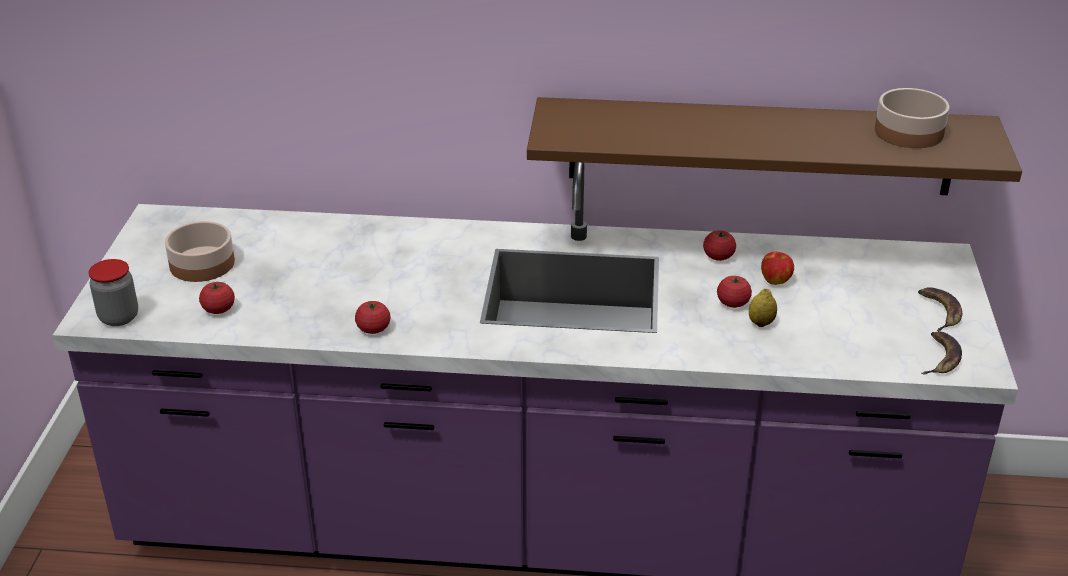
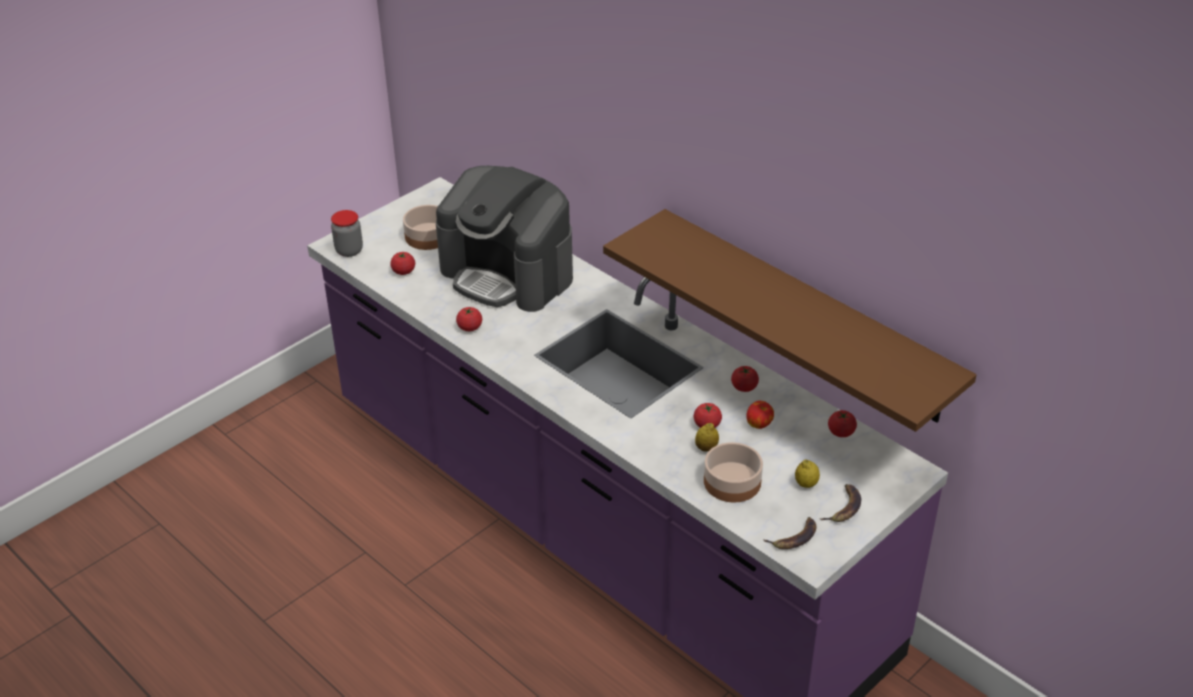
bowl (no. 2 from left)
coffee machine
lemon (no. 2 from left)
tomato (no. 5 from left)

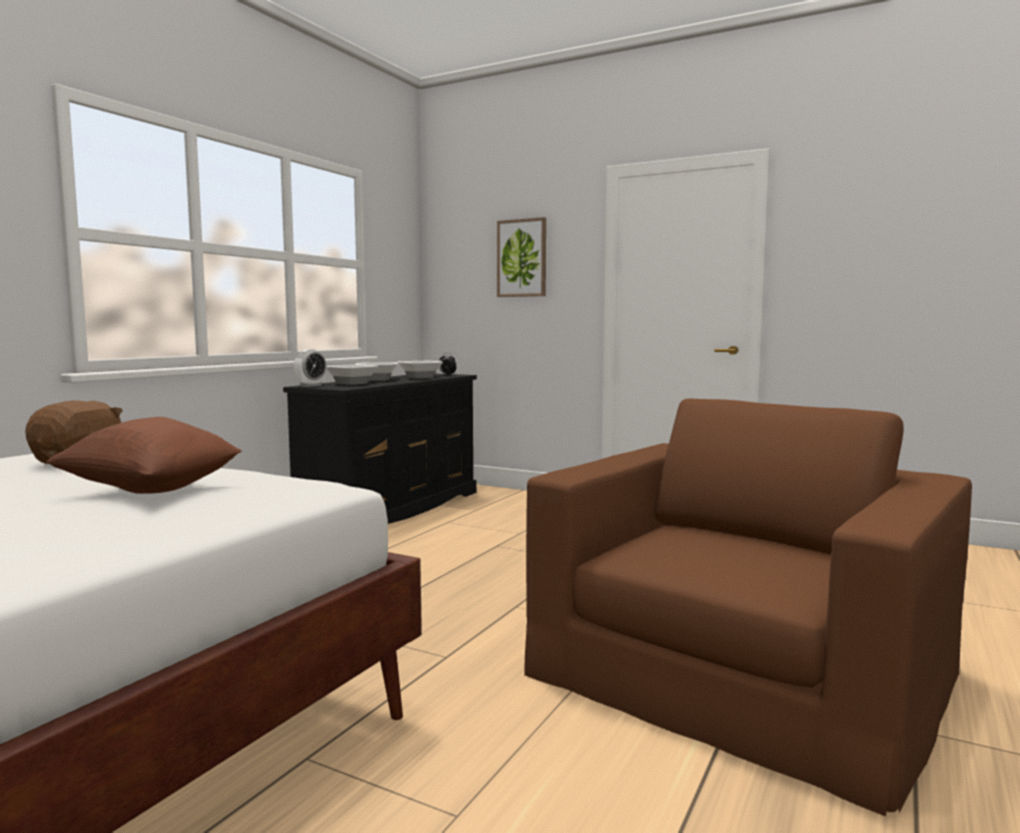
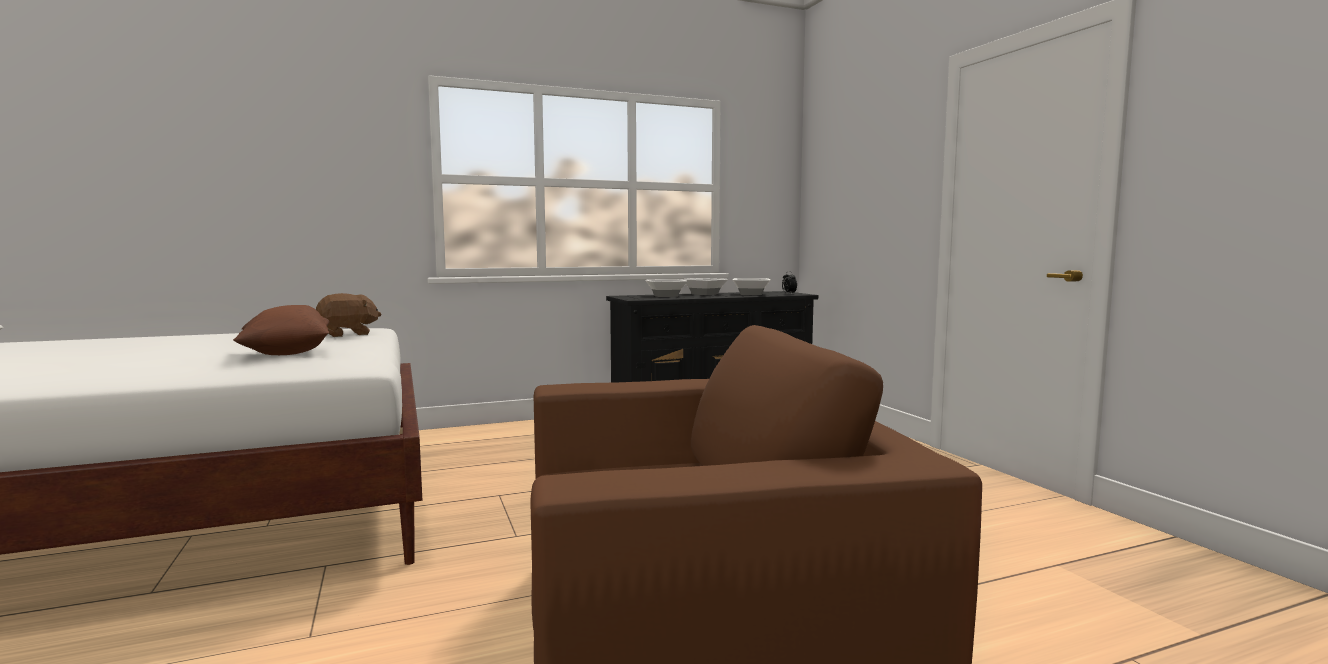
alarm clock (no. 1 from left in the first image)
picture

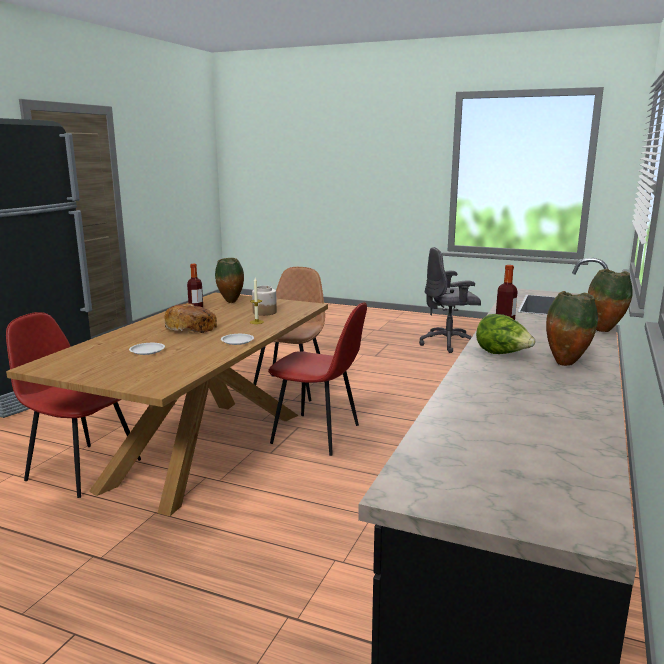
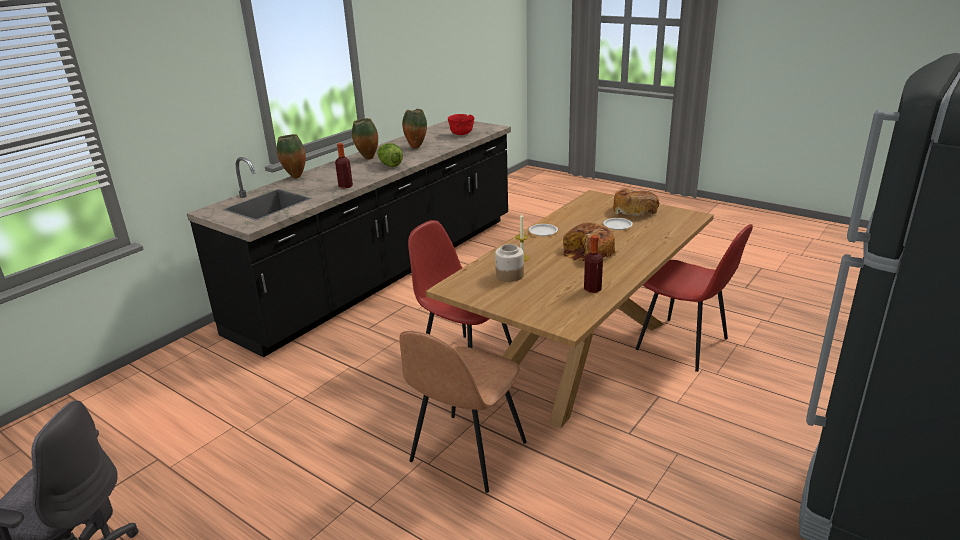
vase (no. 3 from left)
bowl in red
bread (no. 2 from left)

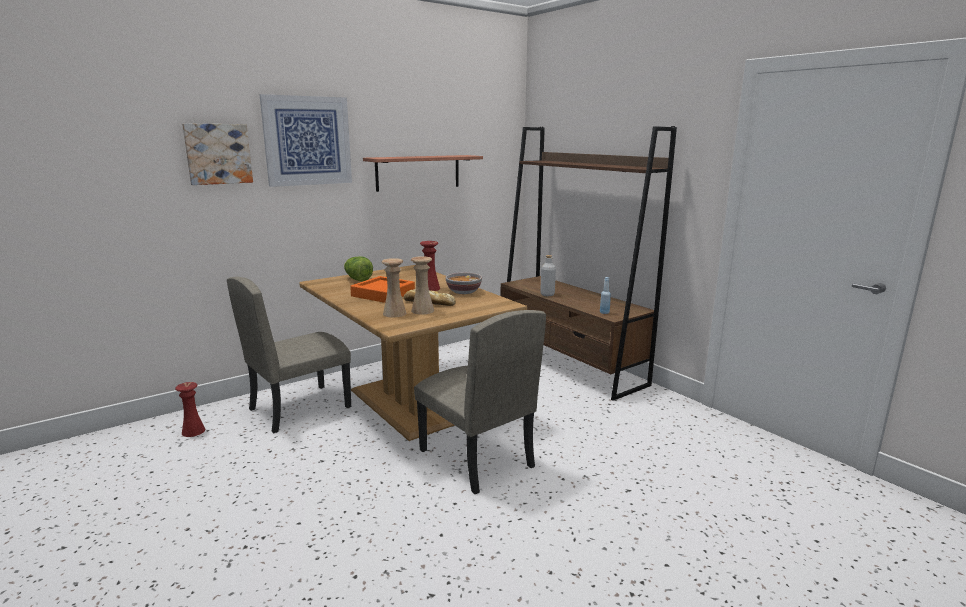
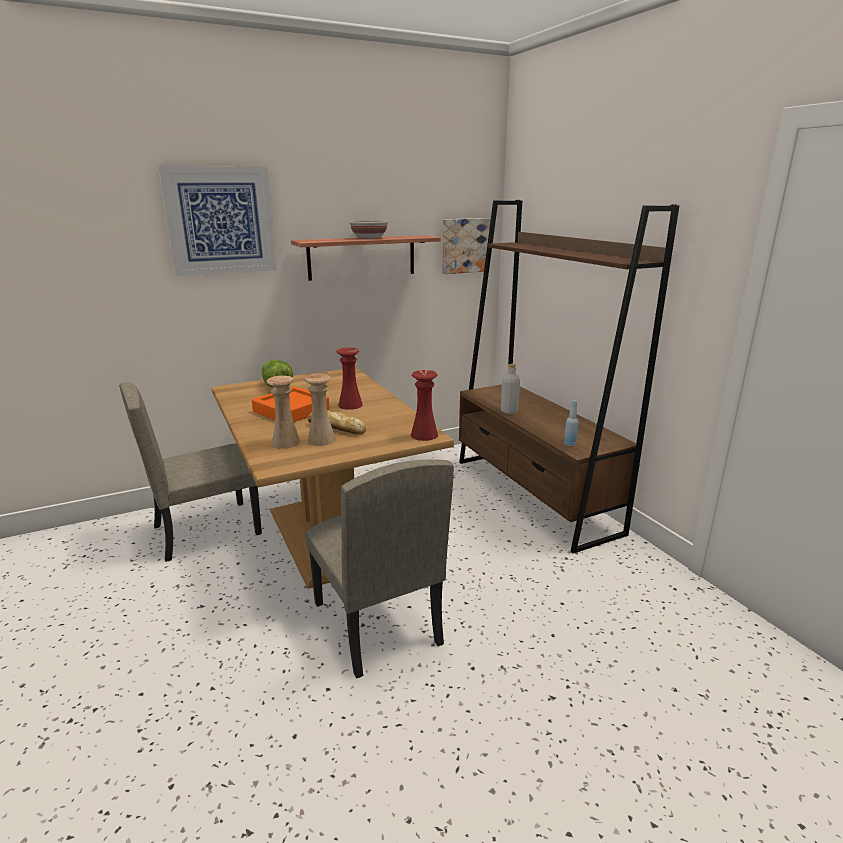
vase in red (no. 2 from left)
picture (no. 2 from left)
bowl

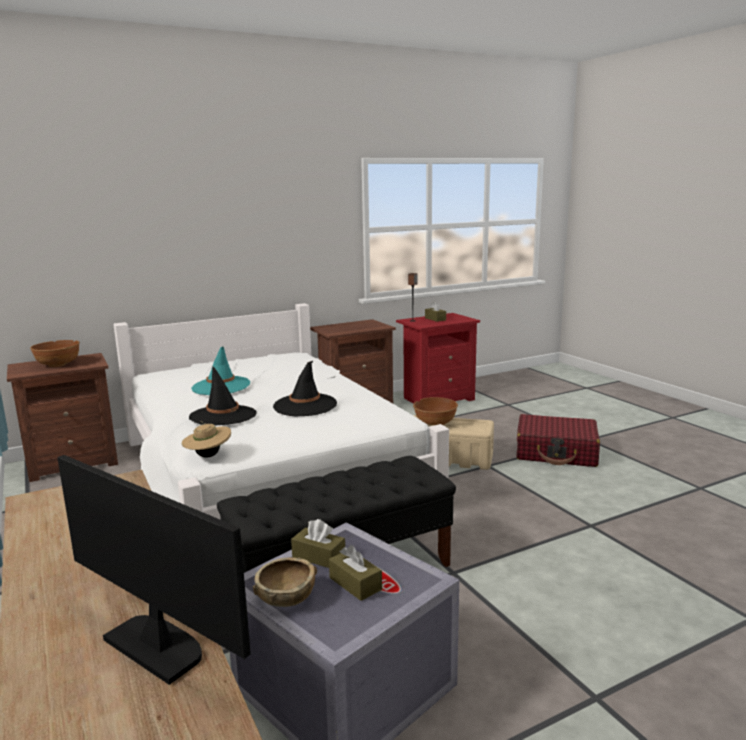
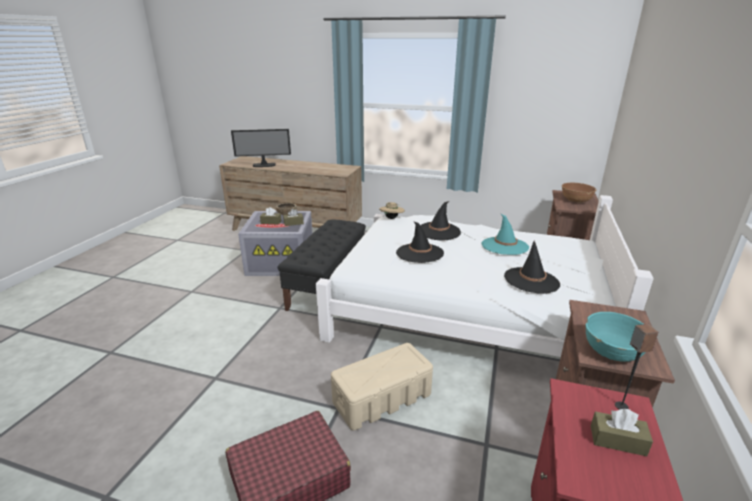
bowl in brown (no. 3 from left in the first image)
hat in black (no. 3 from left)
bowl in turquoise

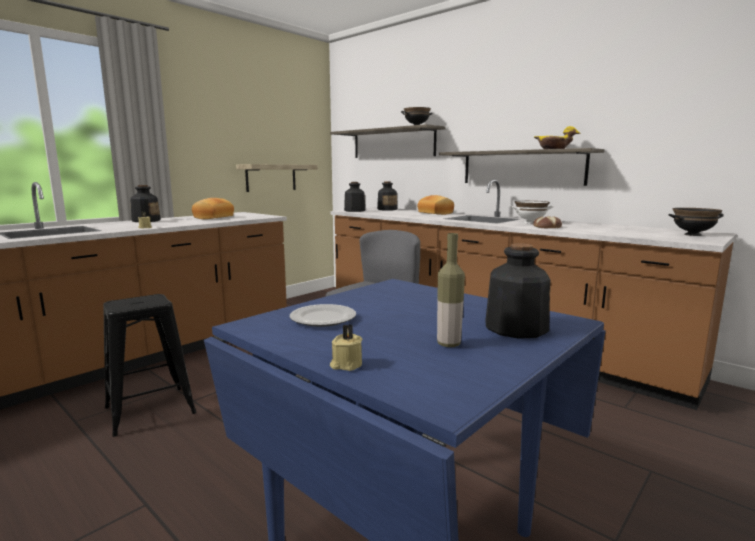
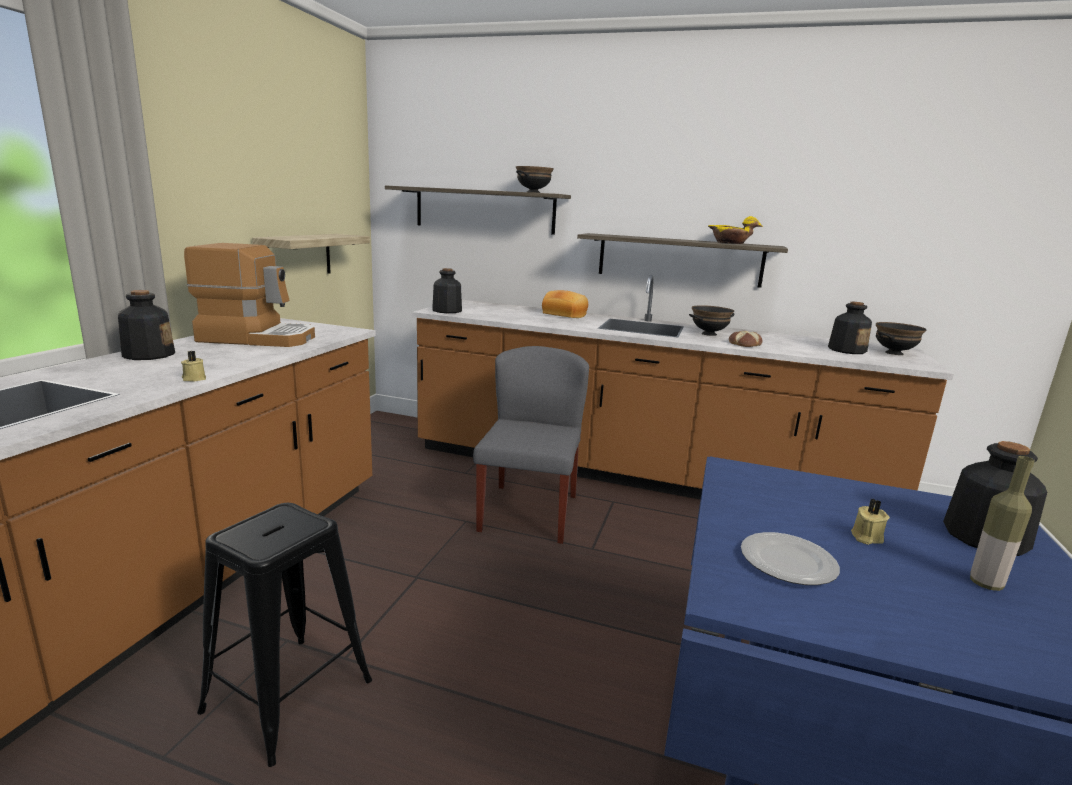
coffee machine
candle in beige (no. 2 from left)
bottle (no. 3 from left)
bowl in black (no. 2 from left)

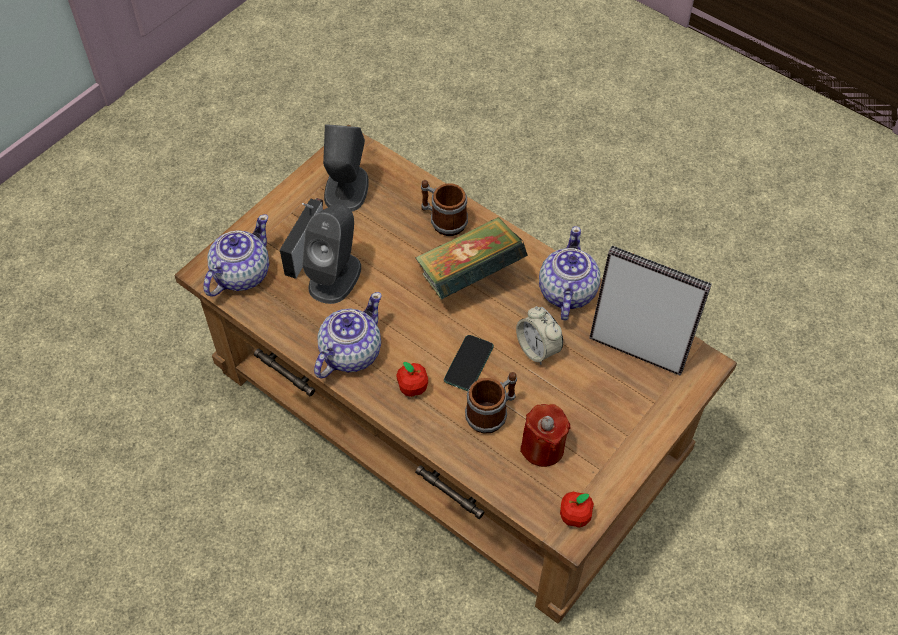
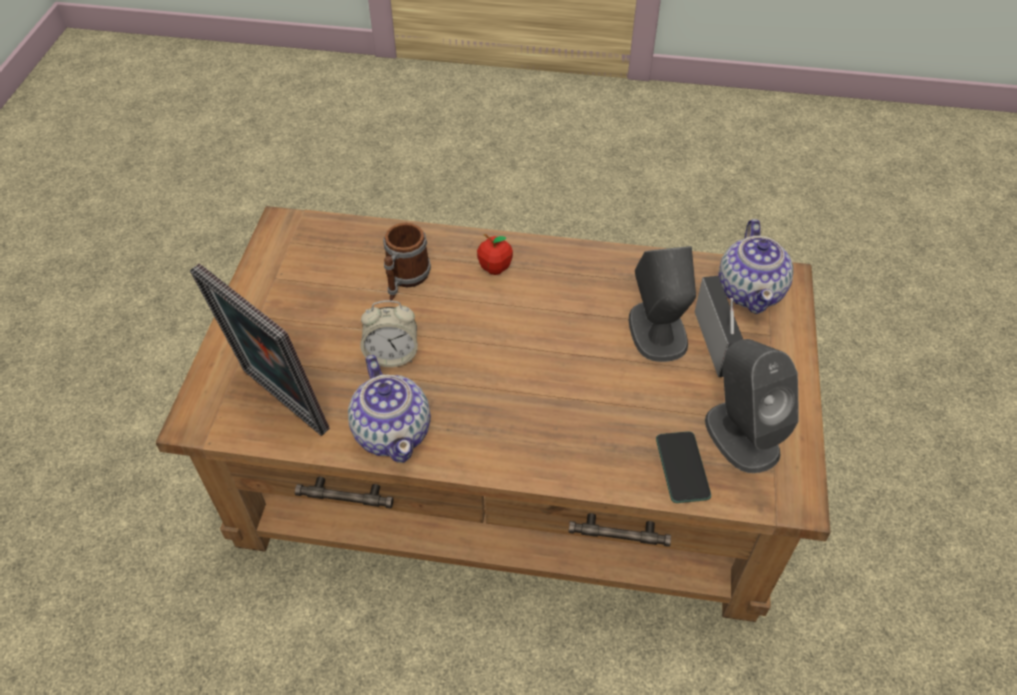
teapot (no. 2 from left in the first image)
book
mug (no. 1 from left in the first image)
phone
alarm clock
candle in red
apple (no. 2 from left in the first image)
picture frame

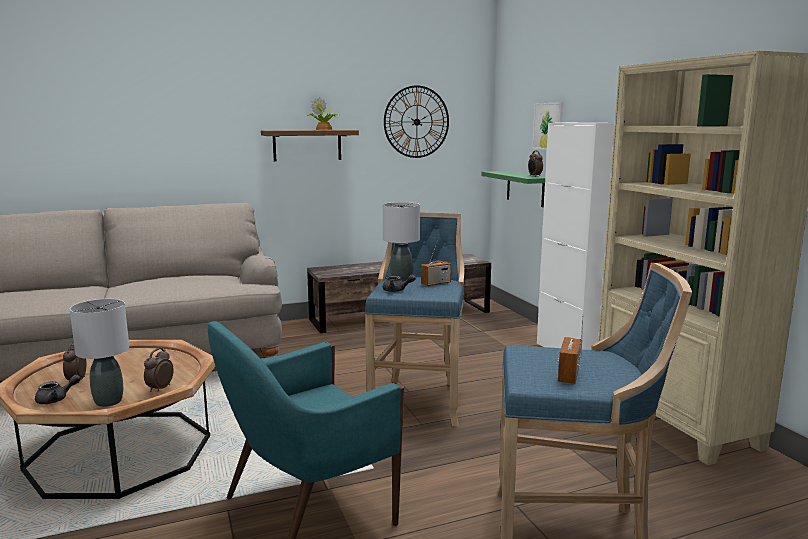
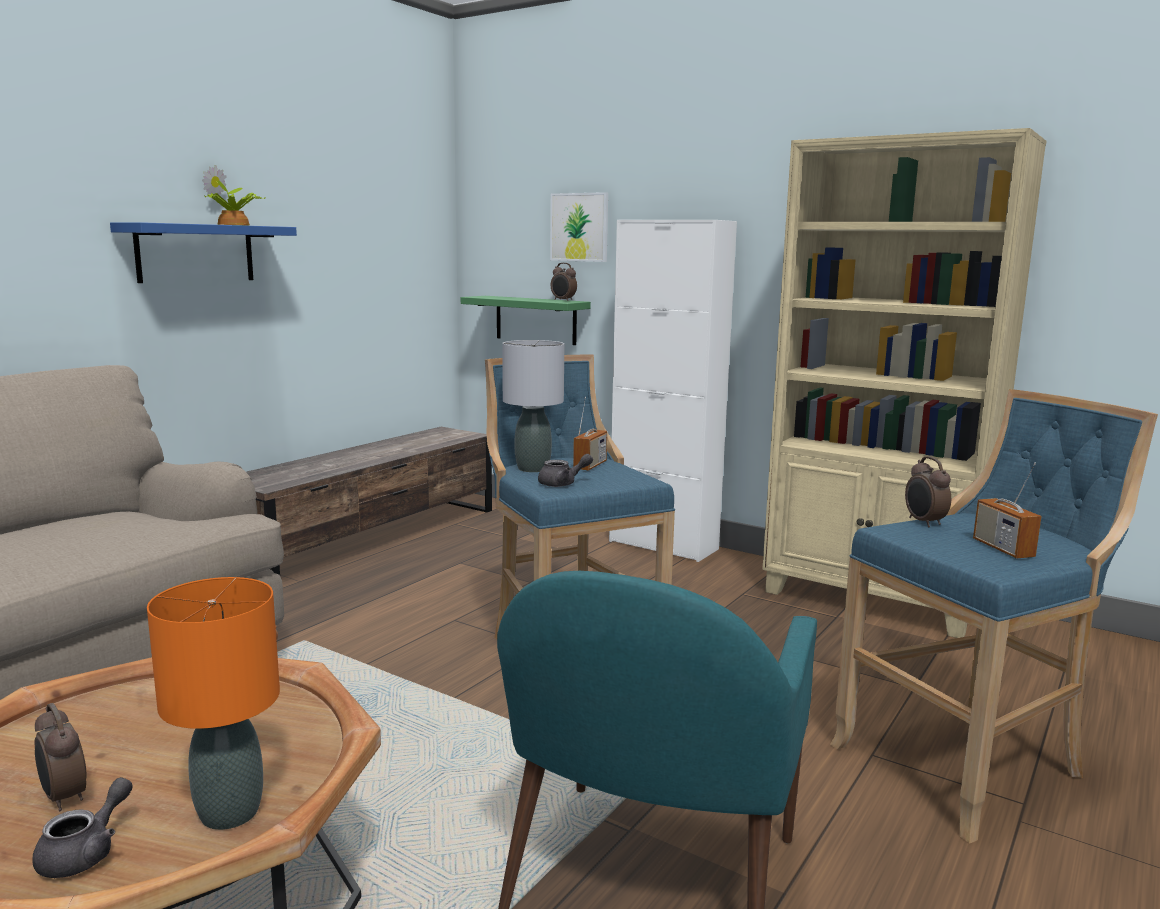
table lamp in orange
alarm clock (no. 3 from left)
shelf in blue
wall clock

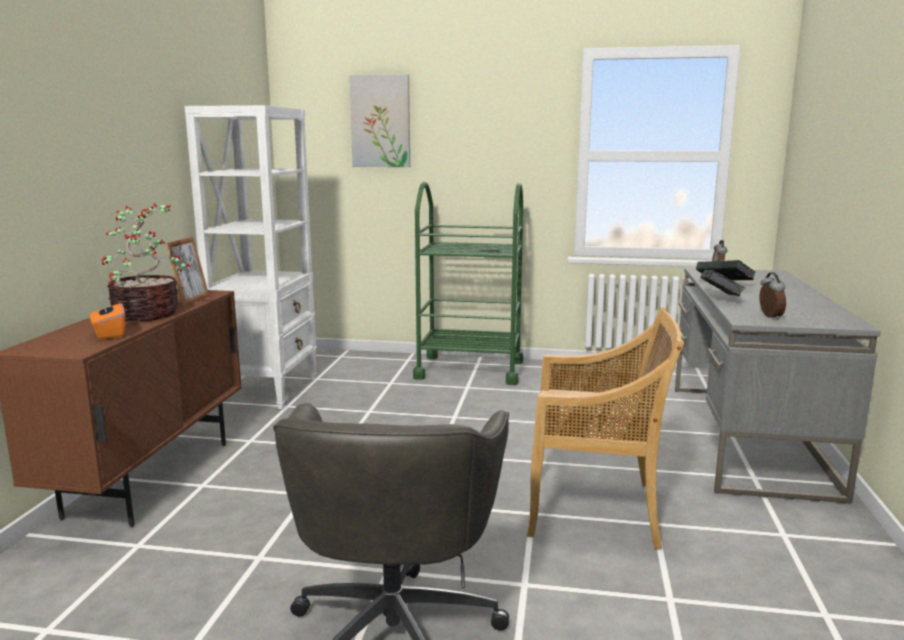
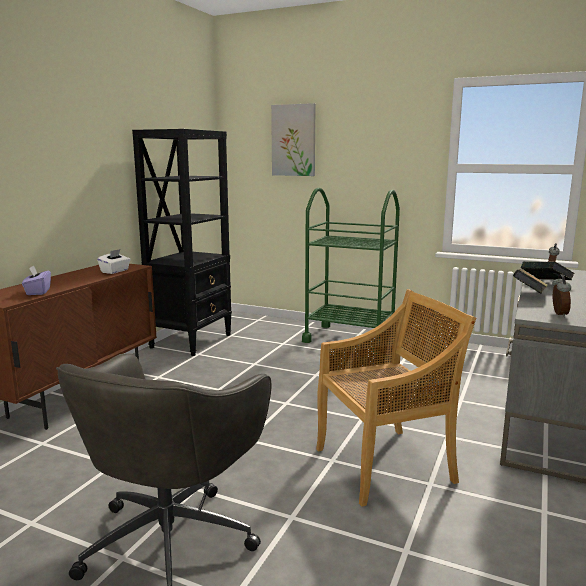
tissue box in purple
potted plant
tissue box in white
bookcase in black
chair in beige

